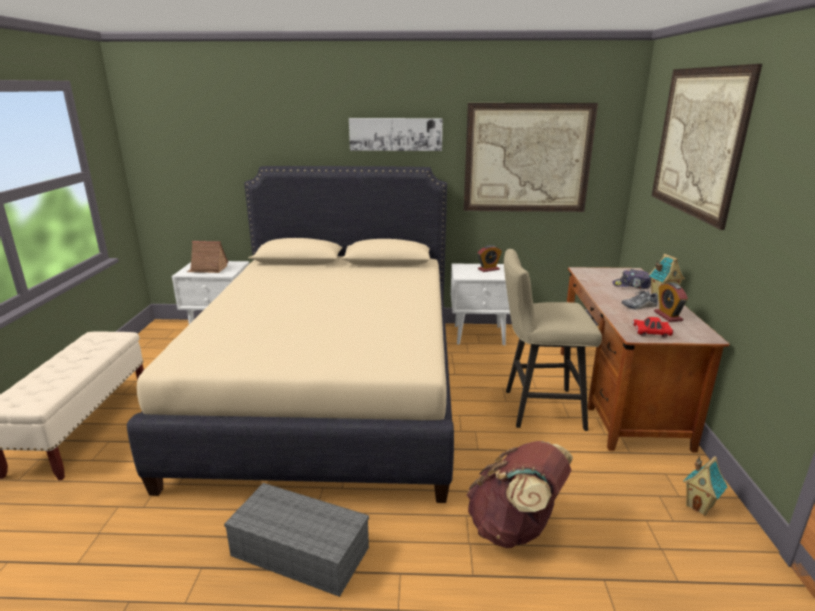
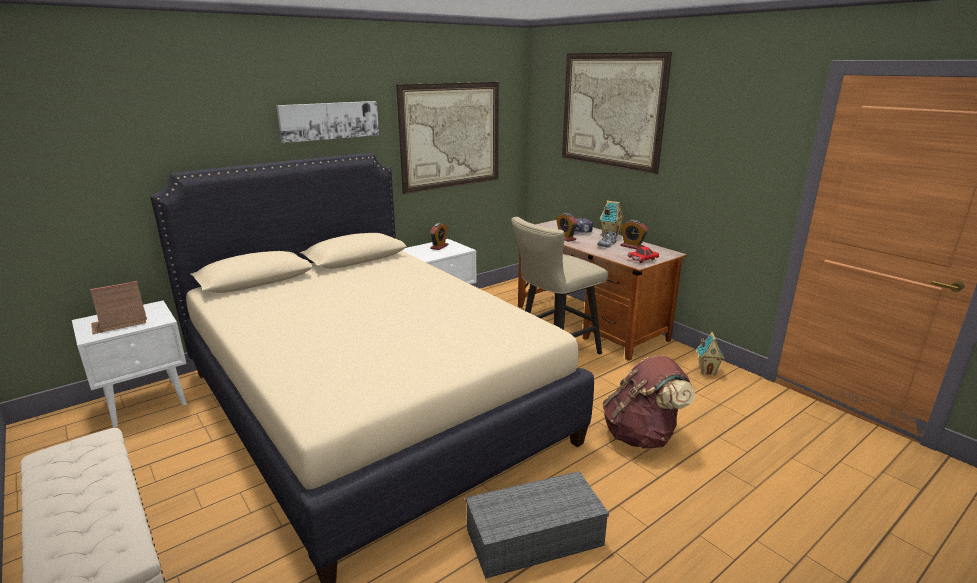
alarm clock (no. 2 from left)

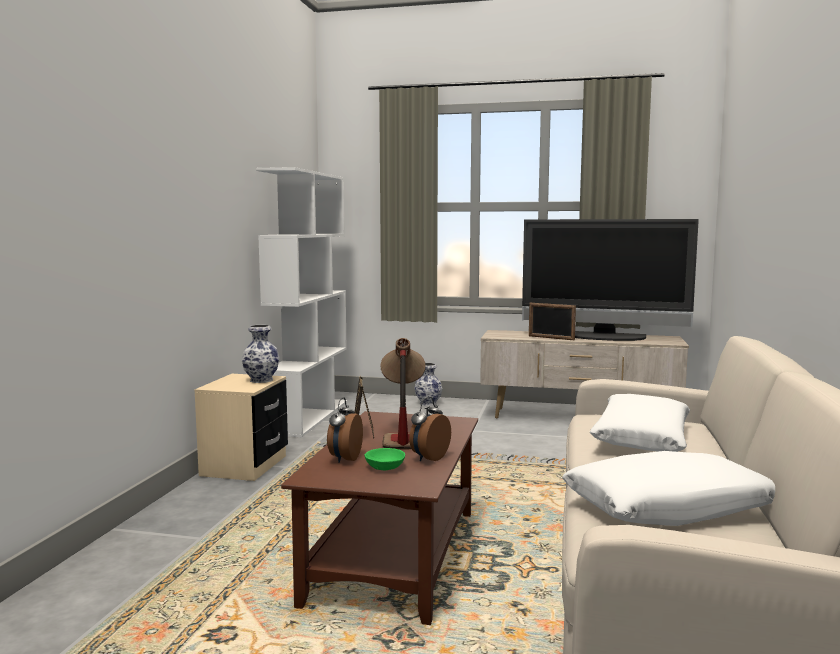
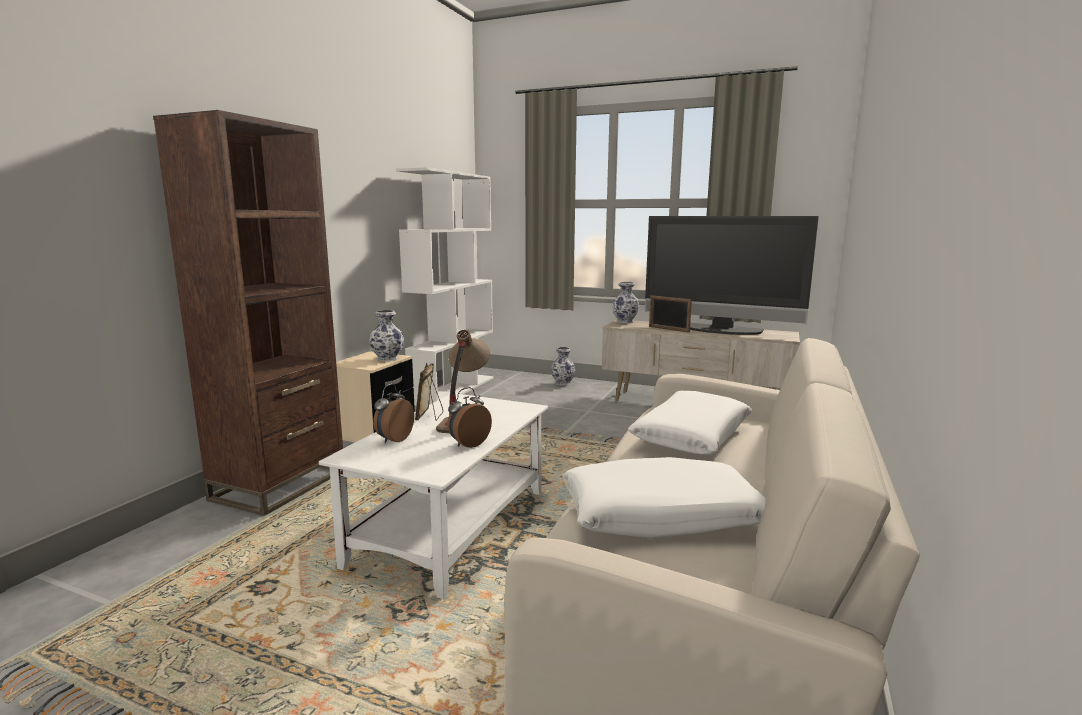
coffee table in white
bowl in green
bookcase in brown
vase (no. 3 from left)

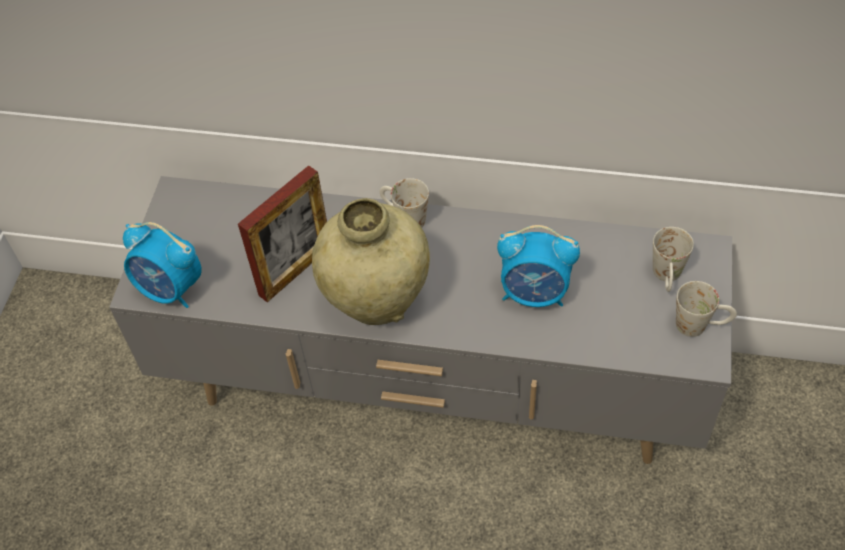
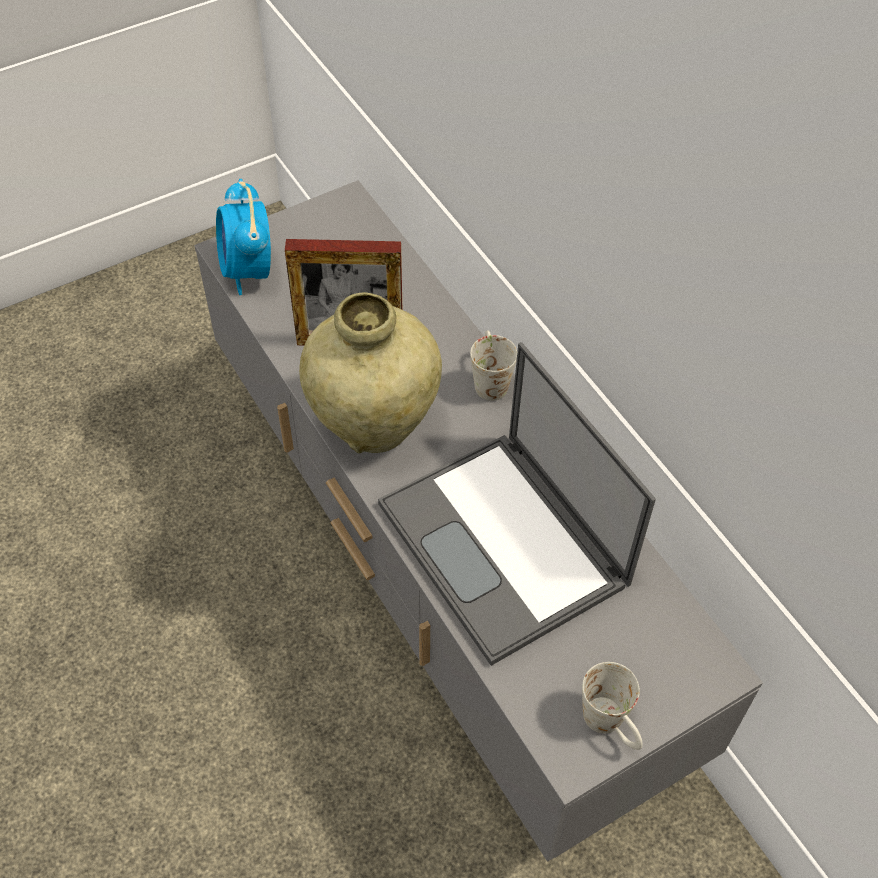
laptop
mug in white (no. 2 from left in the first image)

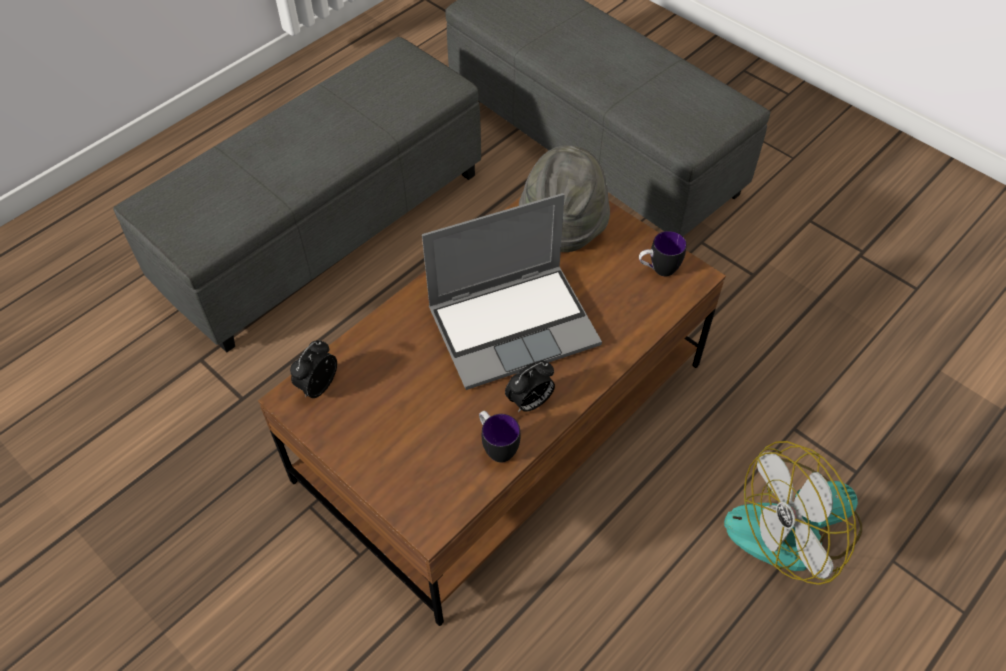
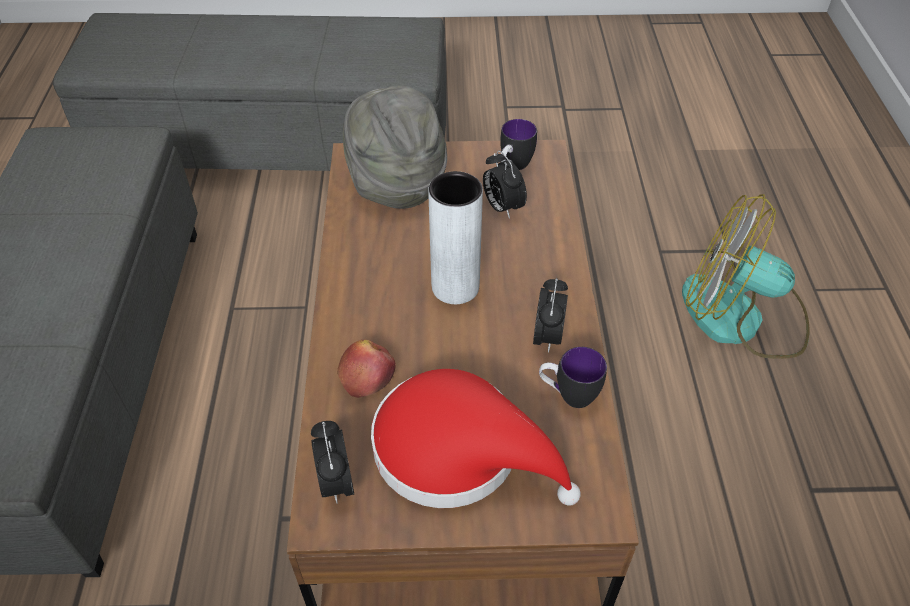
vase in grey
fan
apple
hat in red
alarm clock (no. 2 from left)

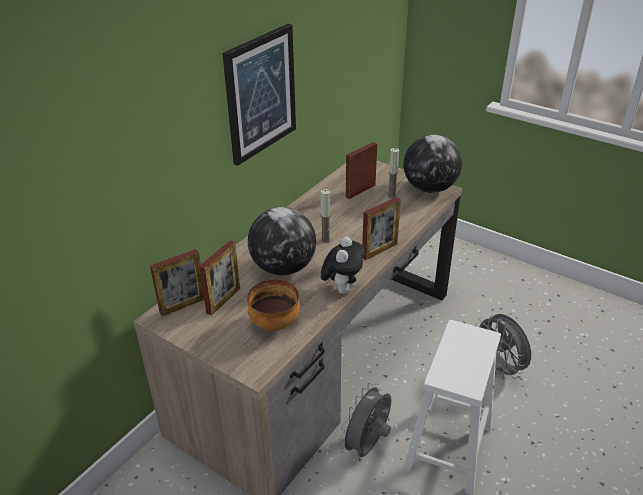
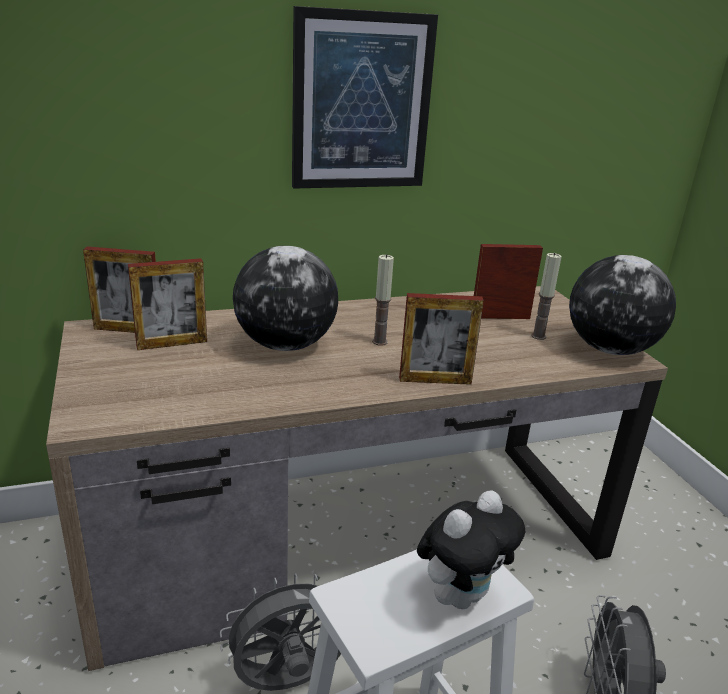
bowl
plush toy

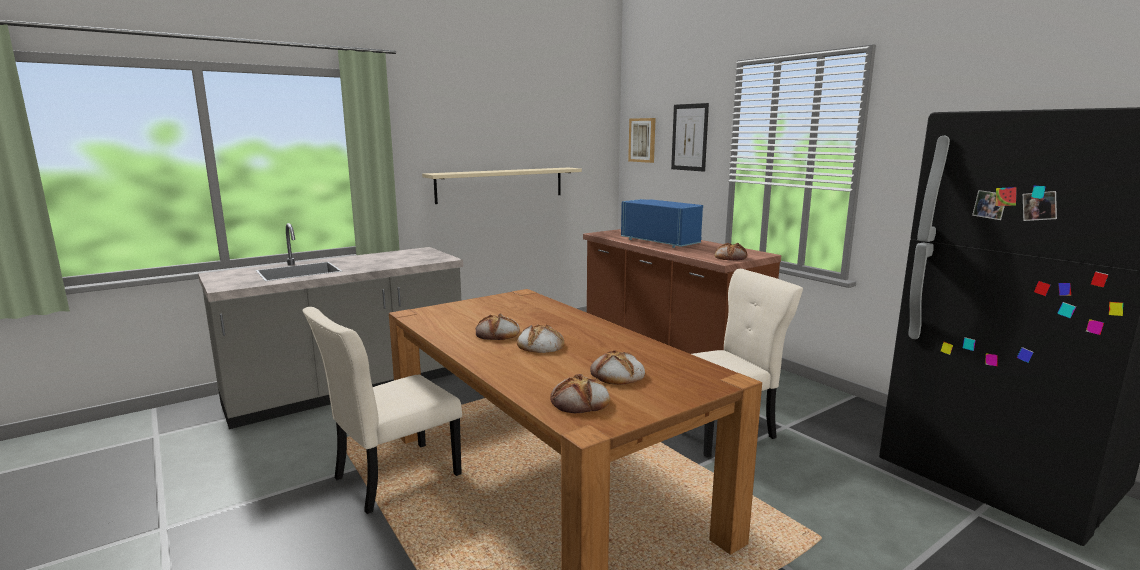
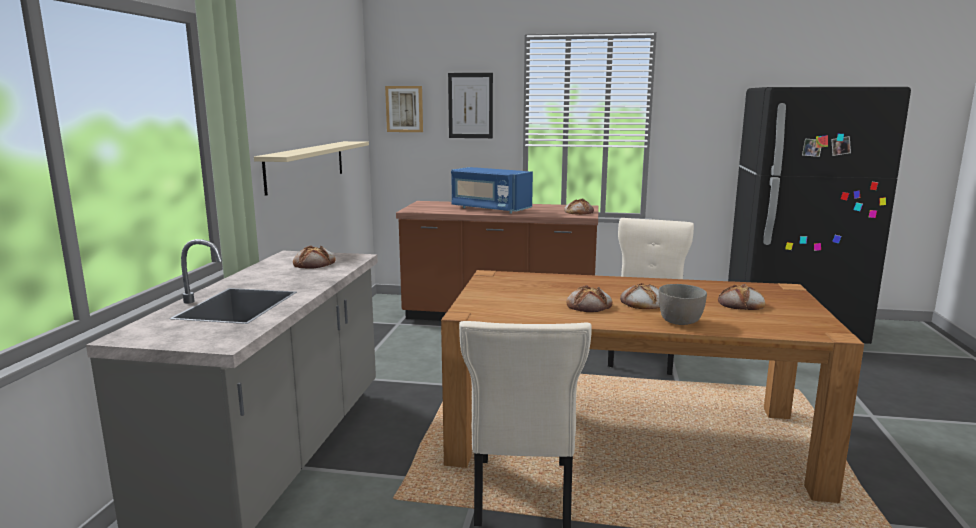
bread (no. 1 from left)
microwave in blue
bowl in grey

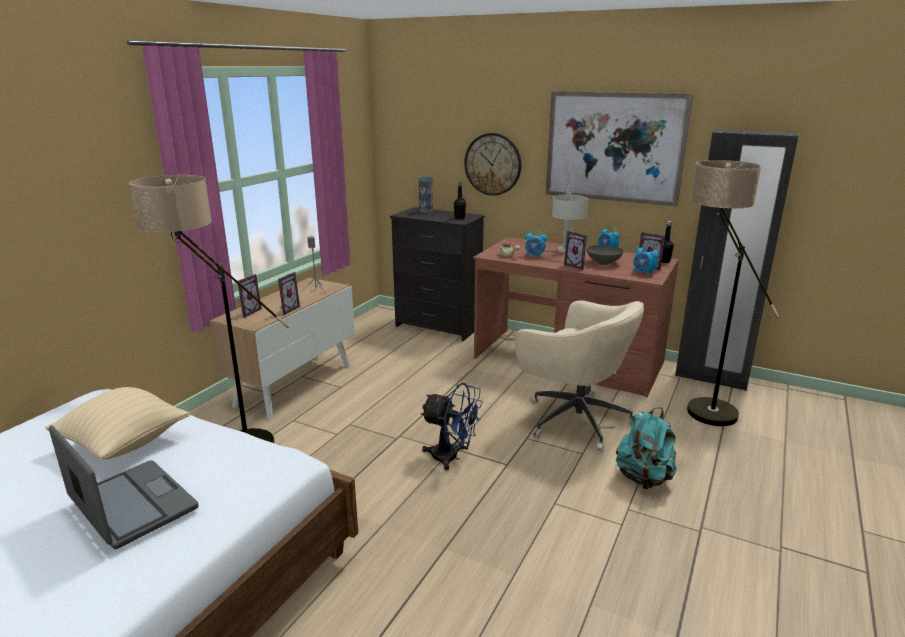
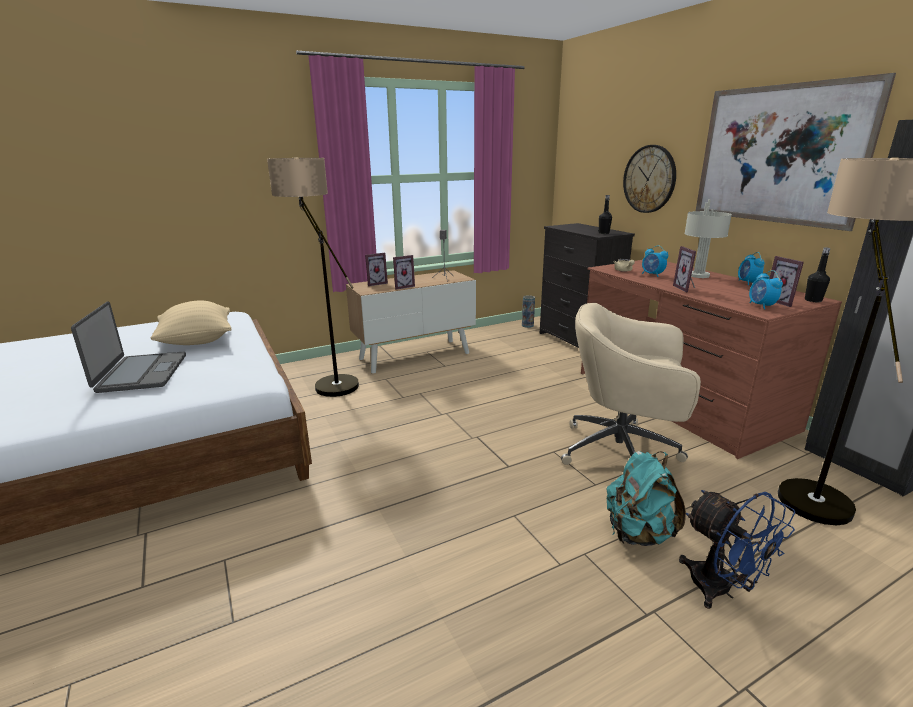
vase
fan in blue
office chair in beige
bowl in grey

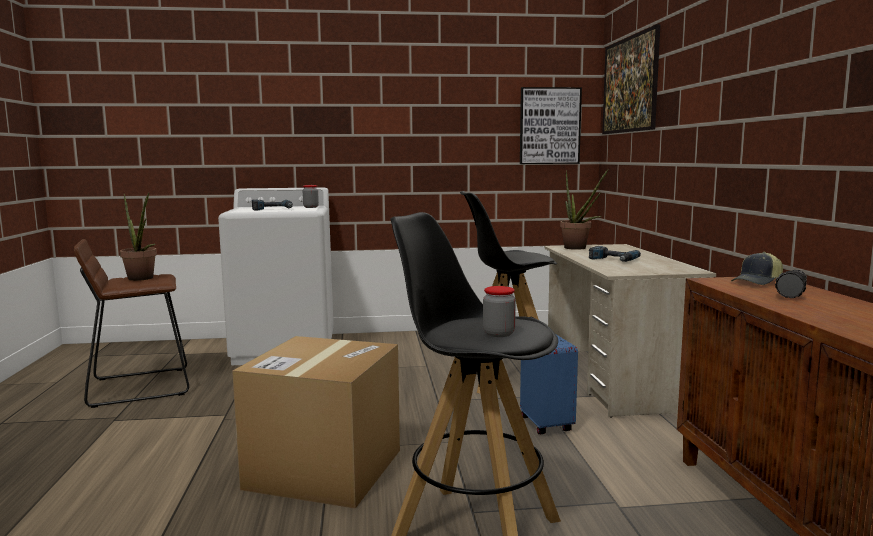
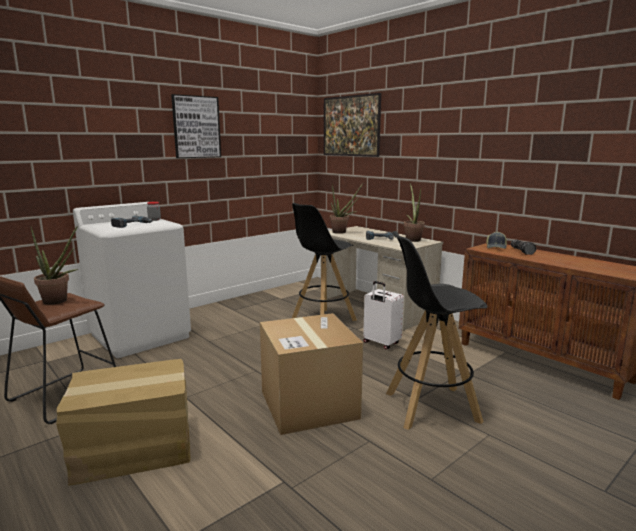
jar (no. 2 from left in the first image)
picture (no. 1 from left)
suitcase in white
cardboard box (no. 1 from left)
potted plant (no. 3 from left)

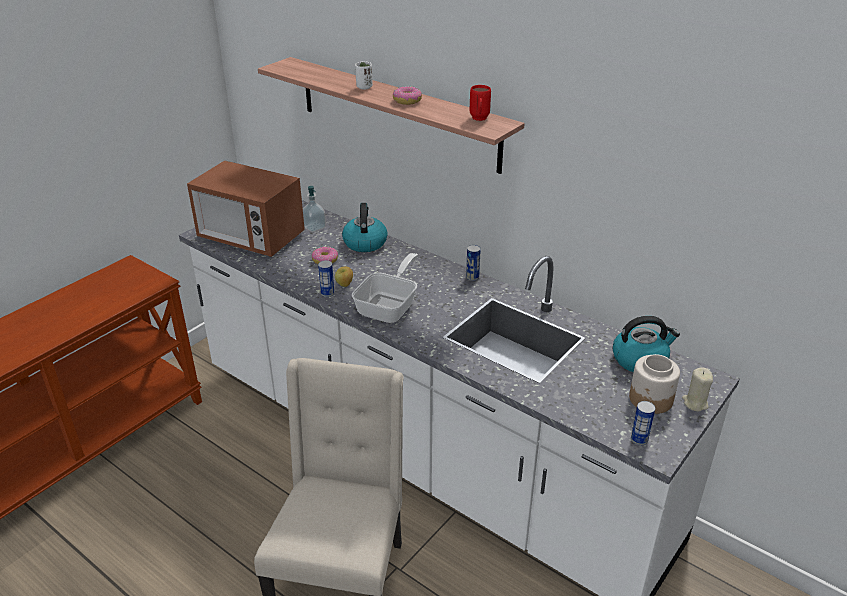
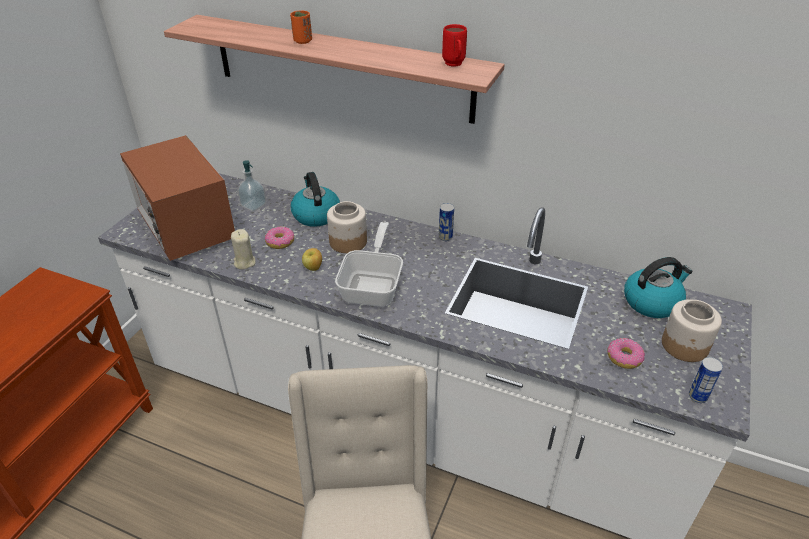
microwave
can (no. 1 from left in the first image)
cup in orange
donut (no. 2 from left)
candle in beige
jar (no. 1 from left)

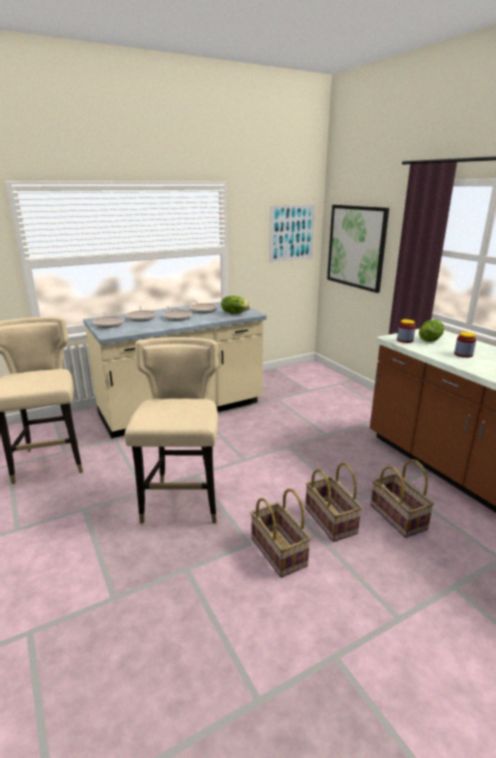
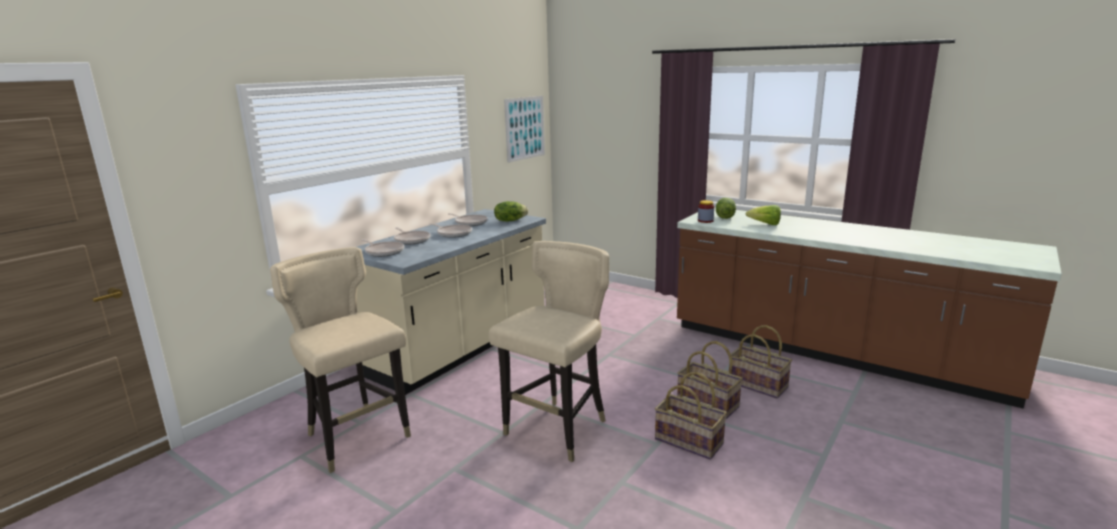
chair in beige (no. 2 from left)
picture (no. 2 from left in the first image)
lettuce (no. 3 from left)

